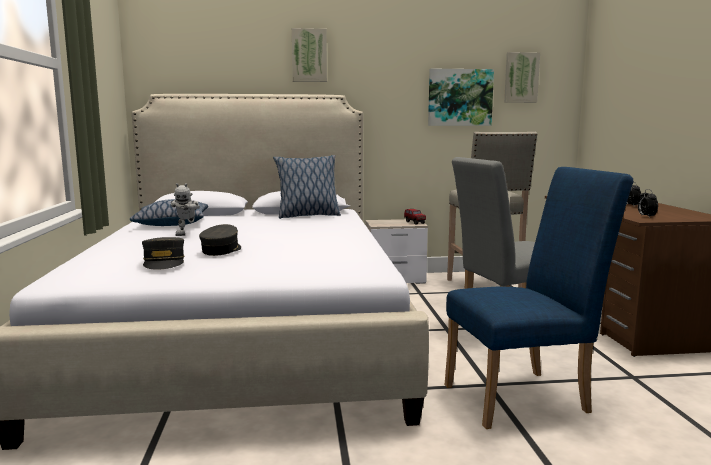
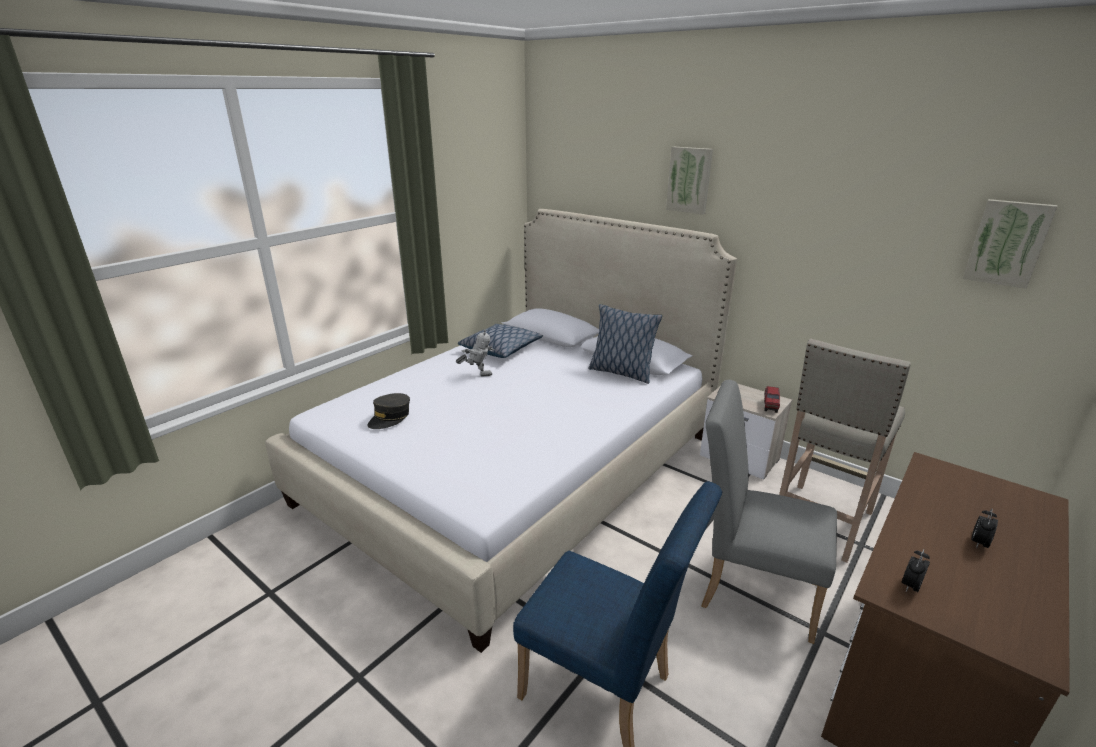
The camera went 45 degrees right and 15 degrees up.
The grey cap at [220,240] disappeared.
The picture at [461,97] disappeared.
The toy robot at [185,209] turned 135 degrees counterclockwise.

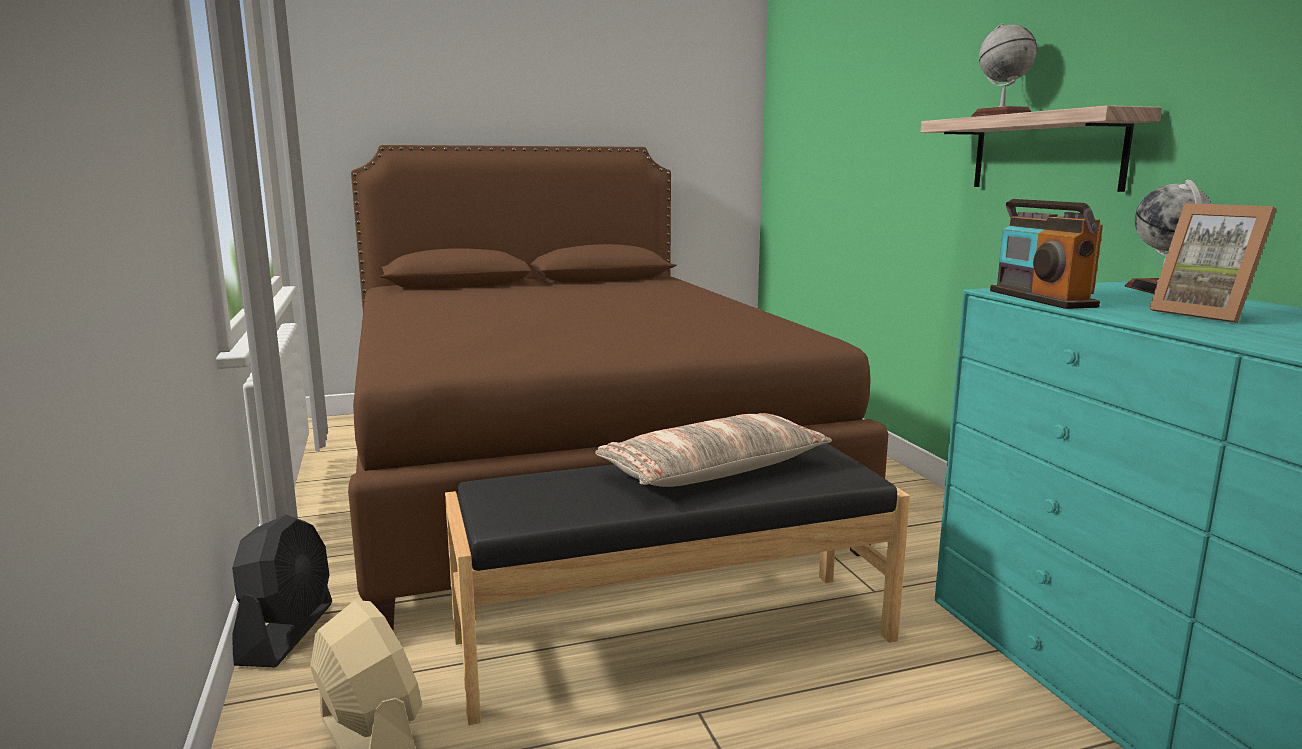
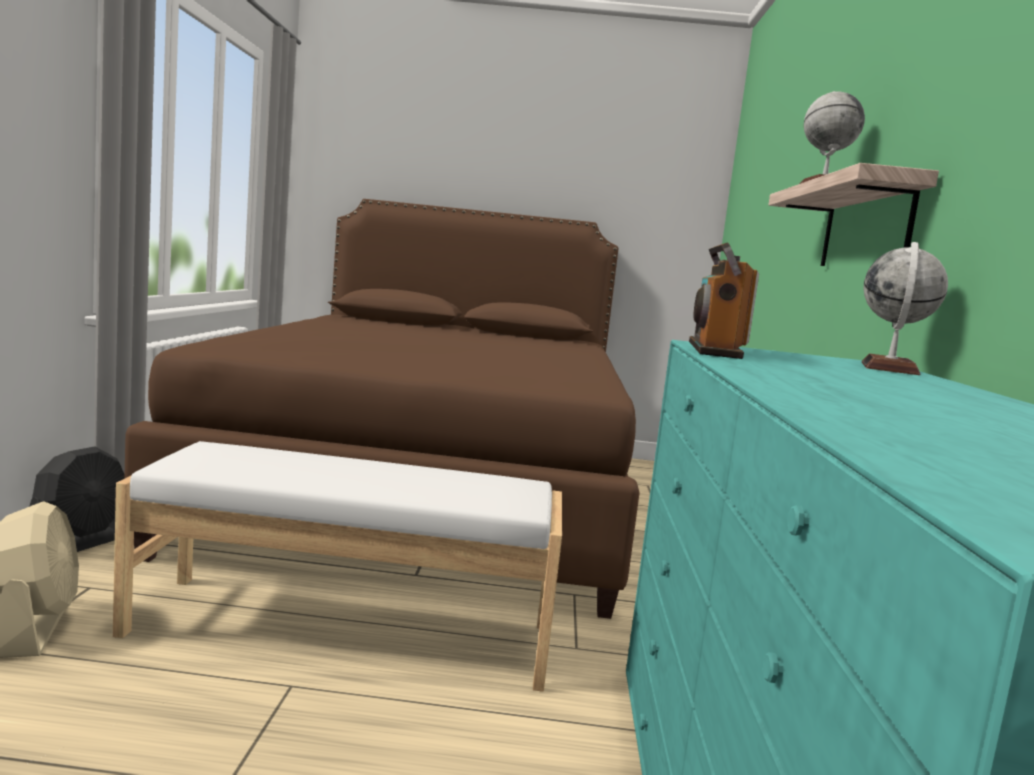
The camera went 20 degrees right and 5 degrees down.
The pillow at [713,450] disappeared.
The picture frame at [1213,263] disappeared.
The black bench at [677,584] became the white bench at [337,566].

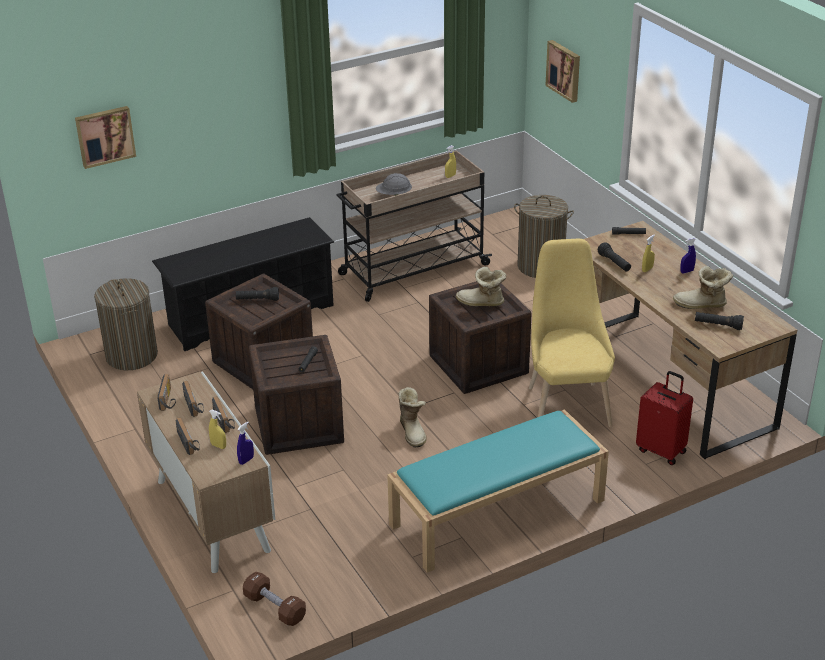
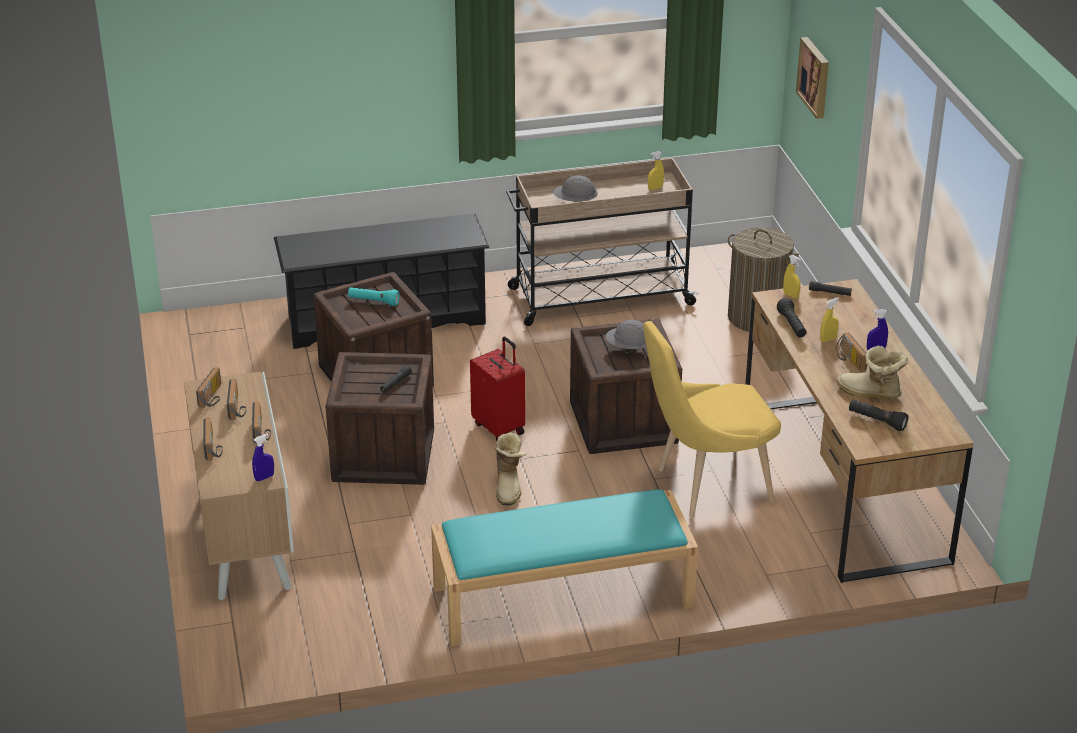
The camera went 15 degrees right and 0 degrees up.
The picture at [105,137] disappeared.
The laundry basket at [126,324] disappeared.
The brown dumbbell at [274,599] disappeared.
The radio at [851,352] appeared.
The yellow spray bottle moved from [217,429] to [792,276].
The red suitcase moved from [664,418] to [497,389].
The boot at [481,286] was replaced by the grey hard hat at [625,337].
The black flashlight at [257,294] became the turquoise flashlight at [374,296].
The yellow chair at [572,333] turned 120 degrees counterclockwise.

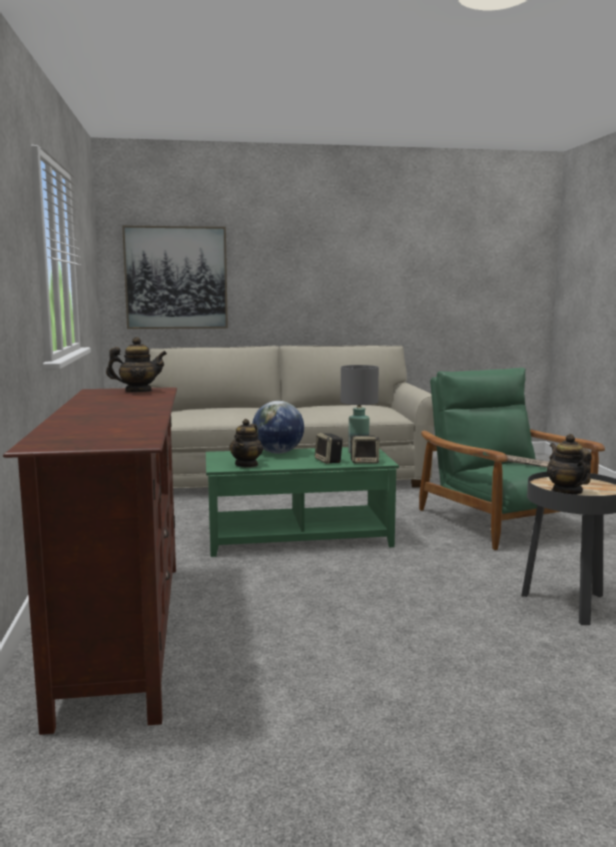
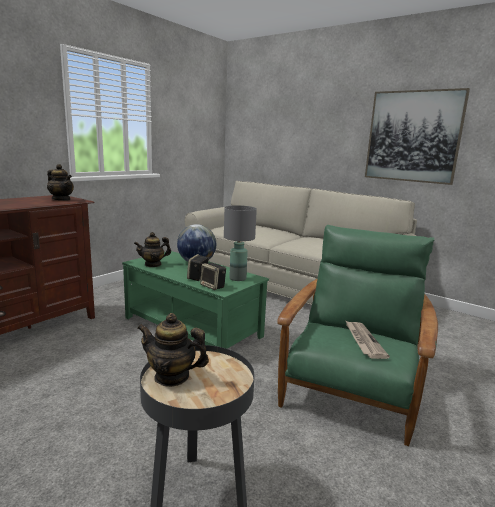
The camera went 45 degrees right and 5 degrees up.
The picture moved from [175,277] to [417,136].
The teapot at [569,464] turned 105 degrees counterclockwise.

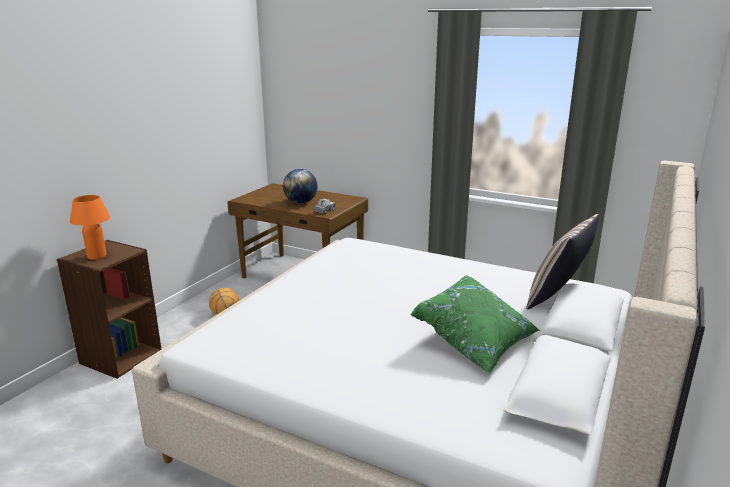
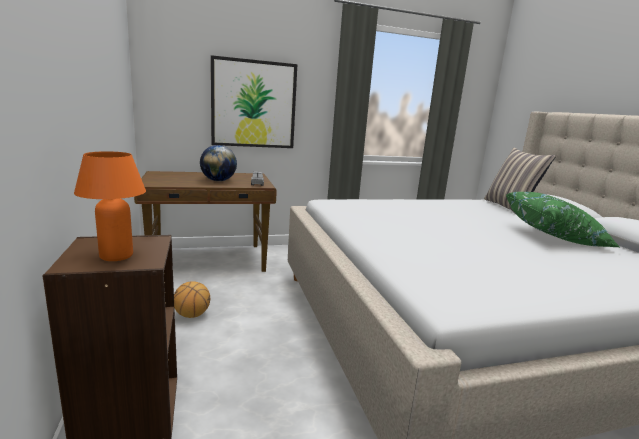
The camera went 45 degrees left and 5 degrees down.
The picture at [254,101] appeared.

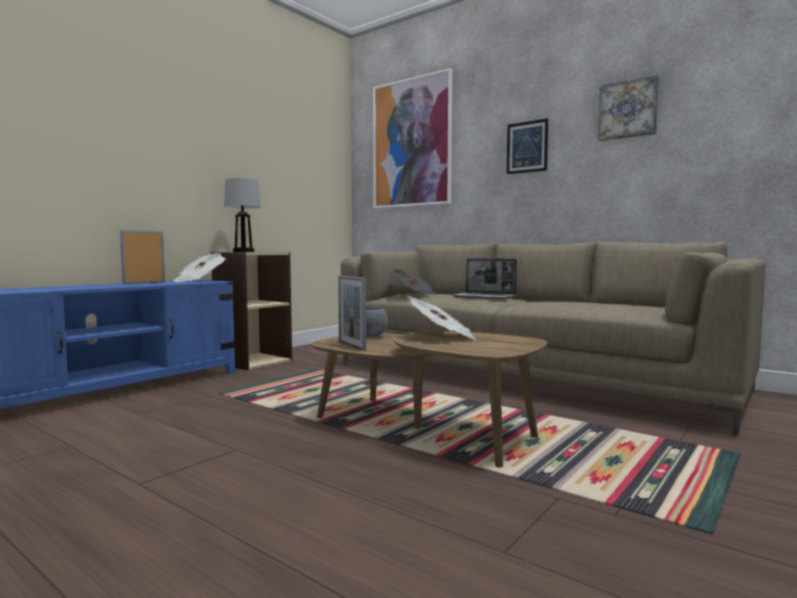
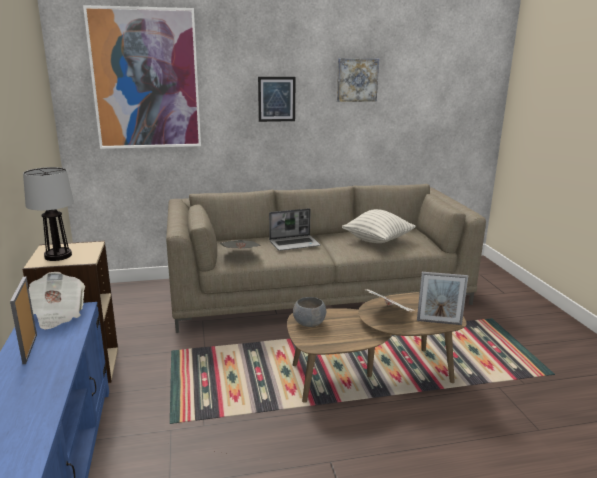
The camera went 50 degrees left and 15 degrees up.
The pillow at [379,226] appeared.
The picture frame moved from [352,313] to [443,298].

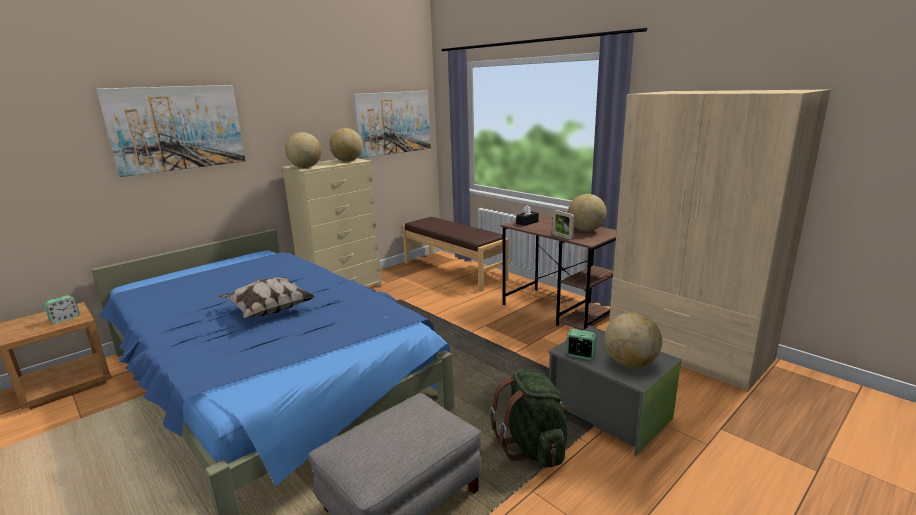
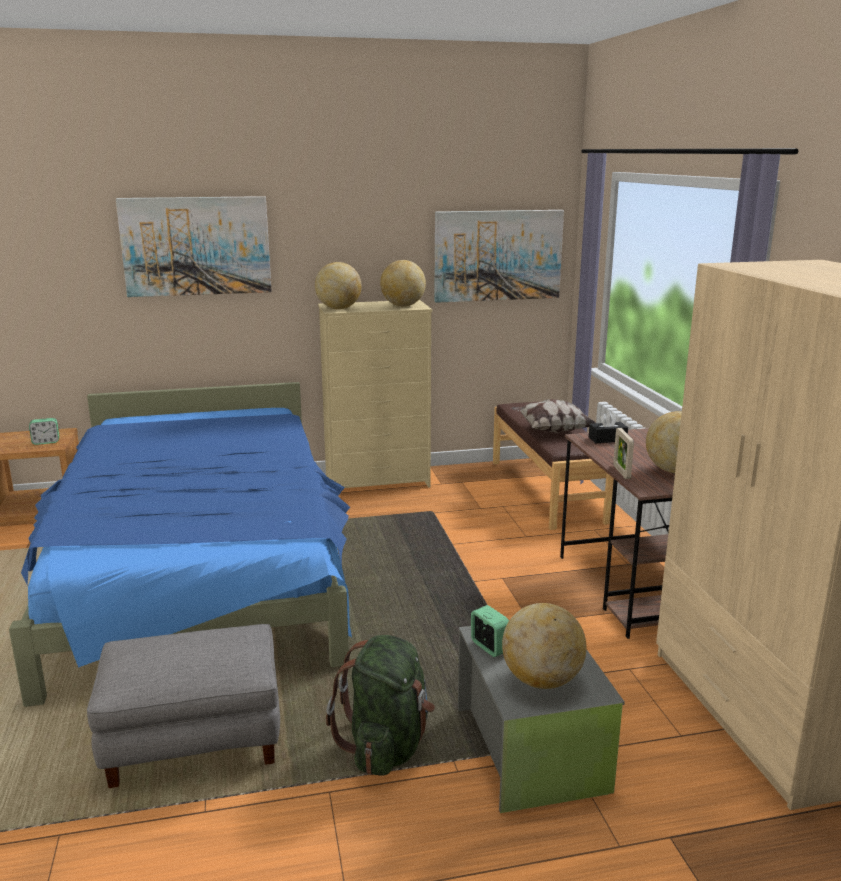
The camera went 30 degrees right and 0 degrees up.
The pillow moved from [267,297] to [553,416].

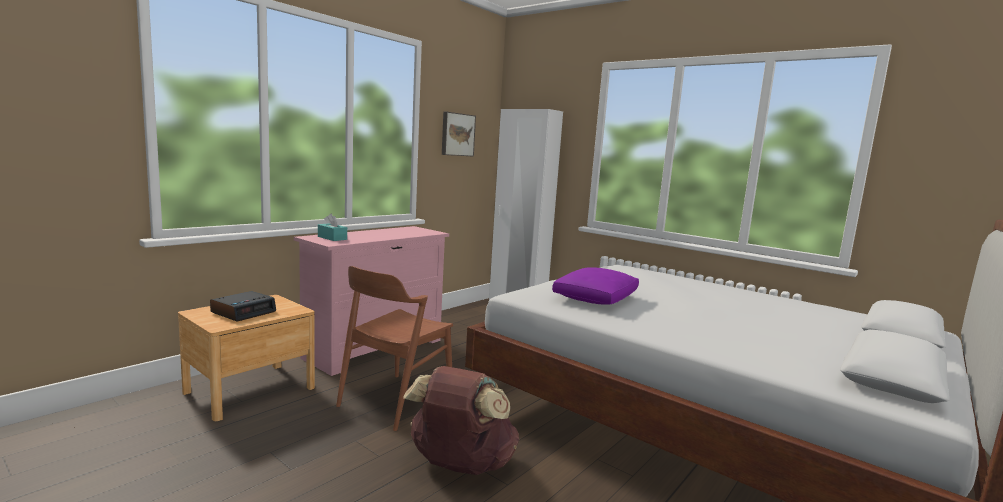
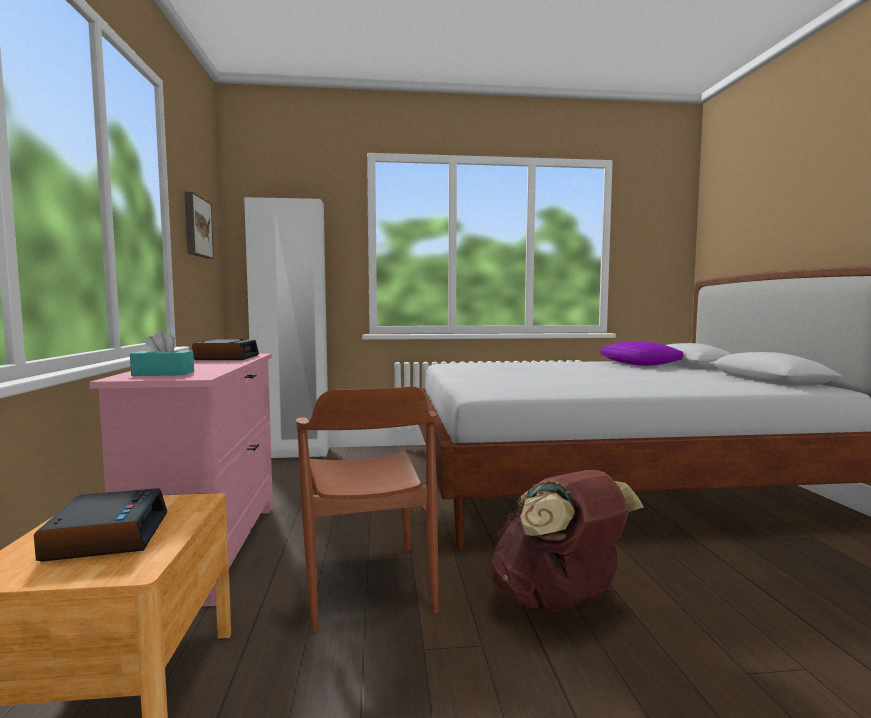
The camera went 45 degrees left and 5 degrees down.
The alarm clock at [225,349] appeared.
The purple pillow moved from [595,285] to [641,353].

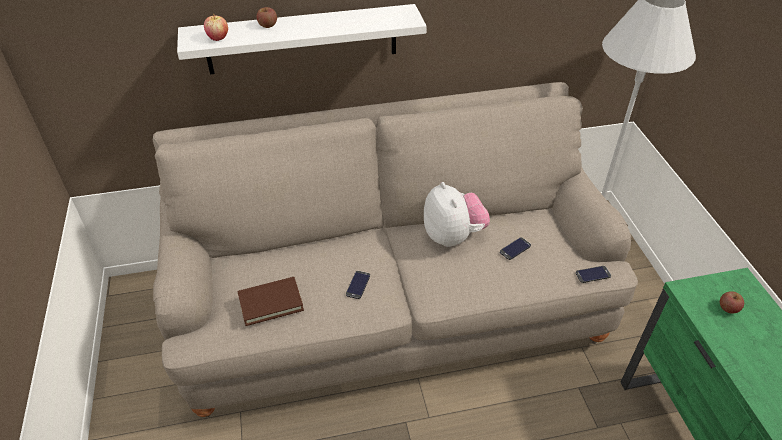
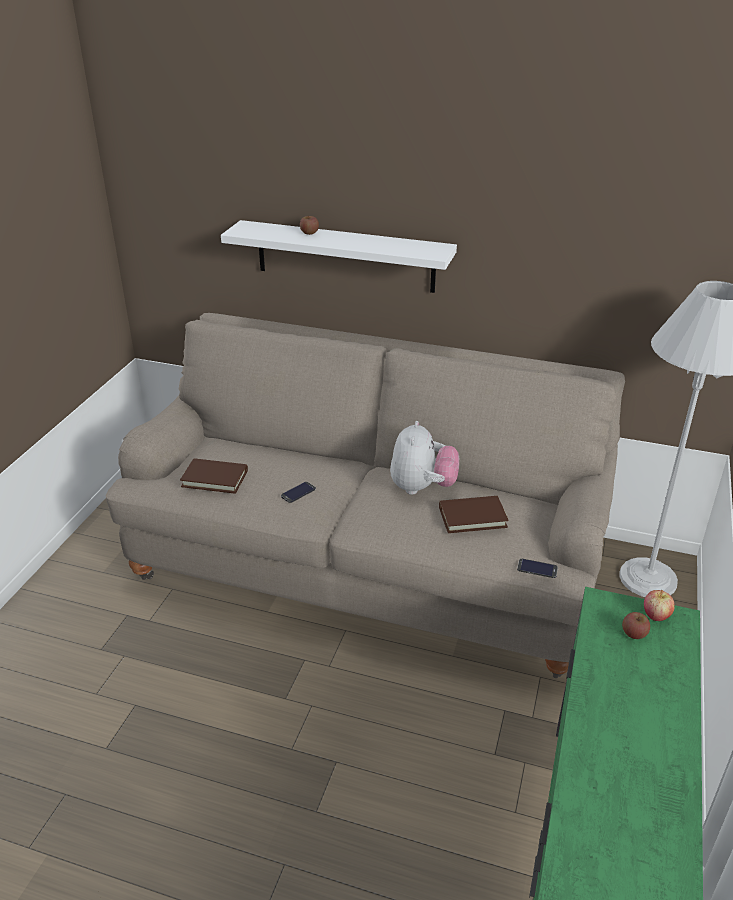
The camera went 30 degrees right and 10 degrees down.
The apple moved from [216,27] to [659,605].
The phone at [515,248] was replaced by the brown book at [474,514].

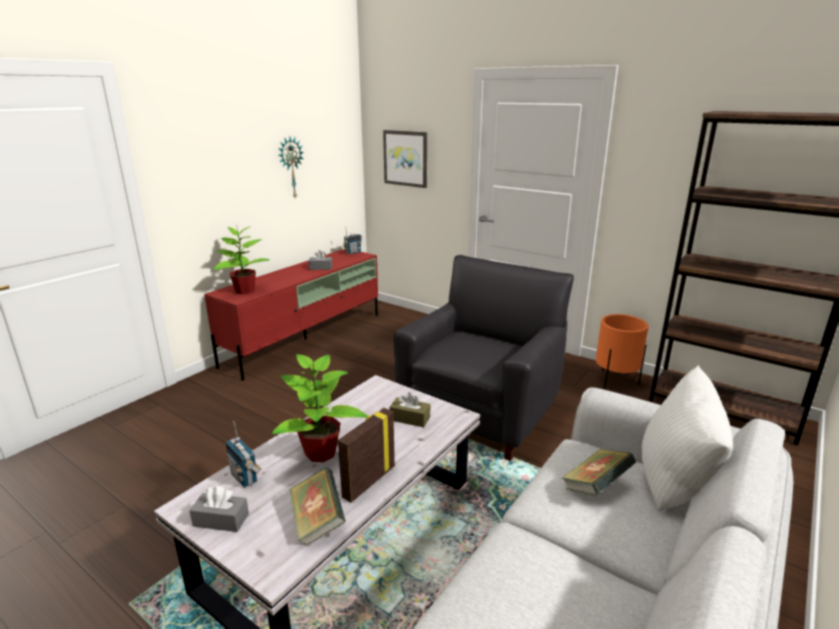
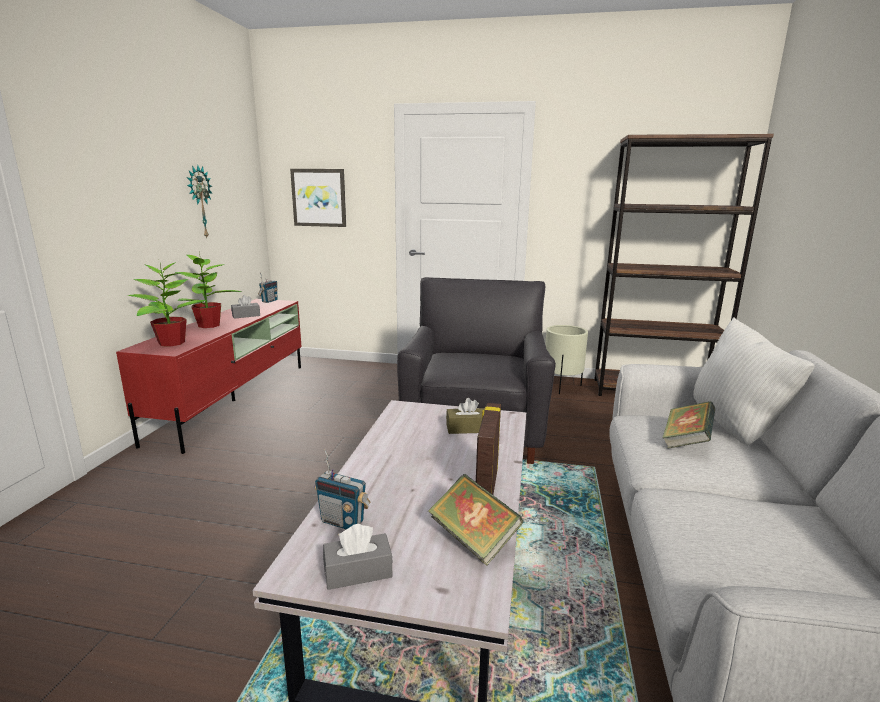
The camera went 25 degrees left and 5 degrees down.
The potted plant moved from [319,408] to [208,290].
The orange planter at [622,352] became the beige planter at [566,359].

